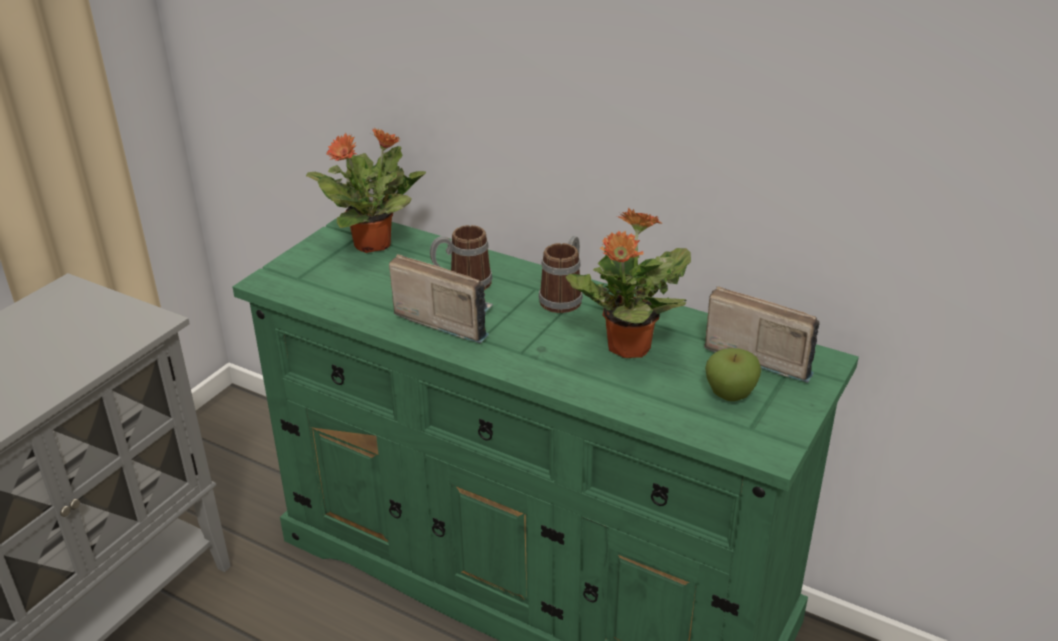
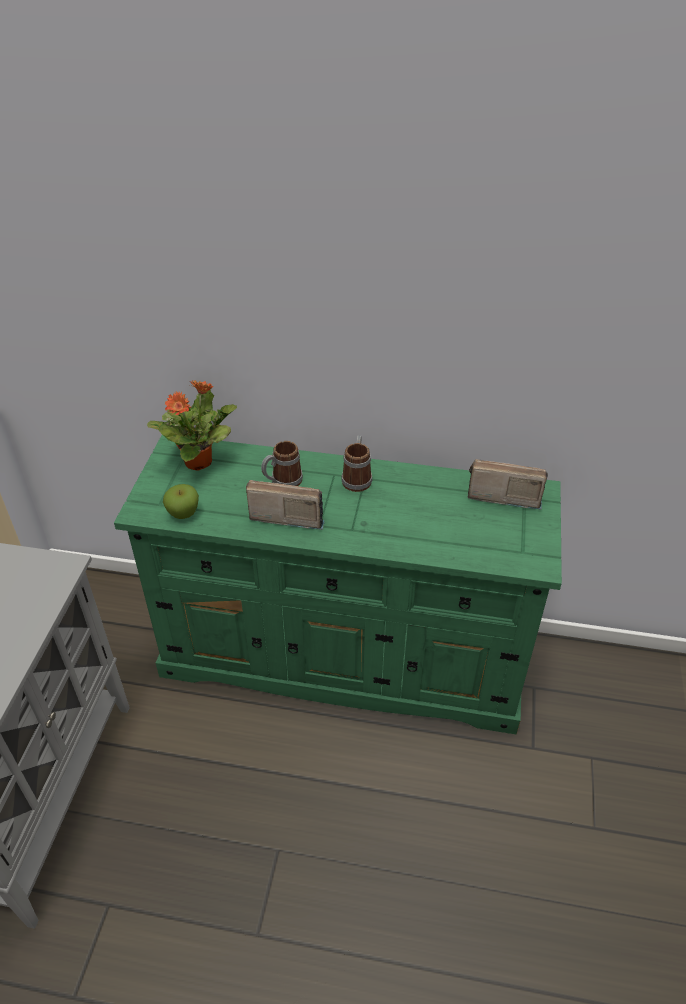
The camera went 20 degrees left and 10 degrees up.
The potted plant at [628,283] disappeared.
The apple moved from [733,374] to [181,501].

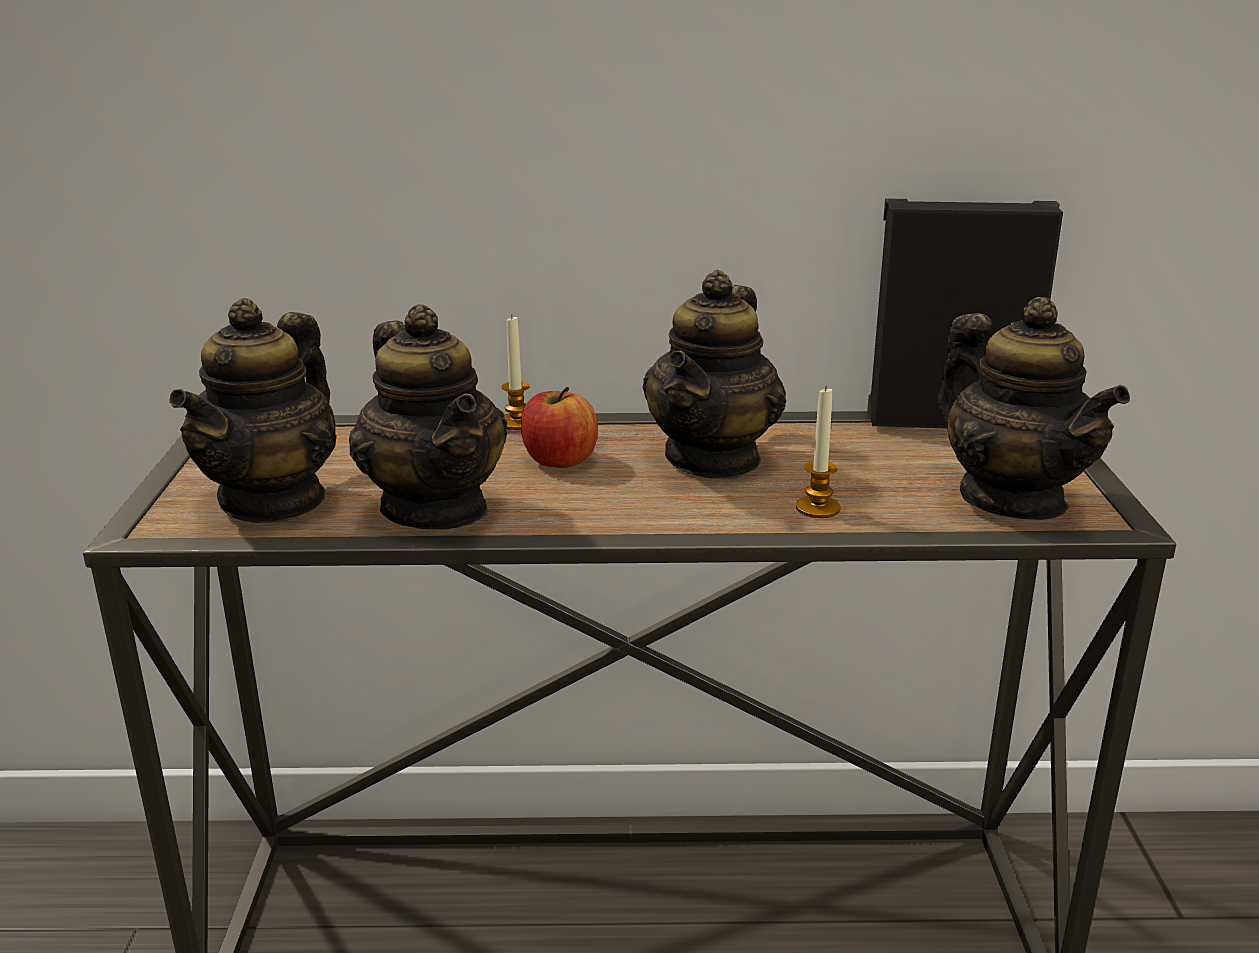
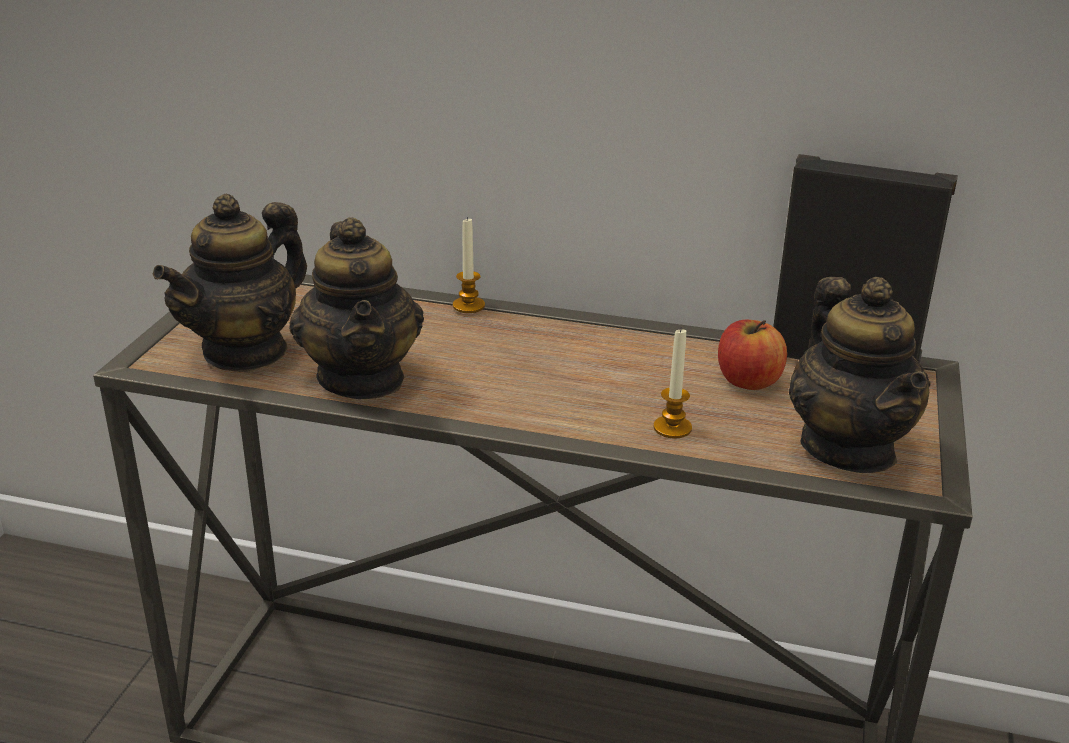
The camera went 15 degrees right and 5 degrees up.
The teapot at [714,374] disappeared.
The apple moved from [559,427] to [752,355].

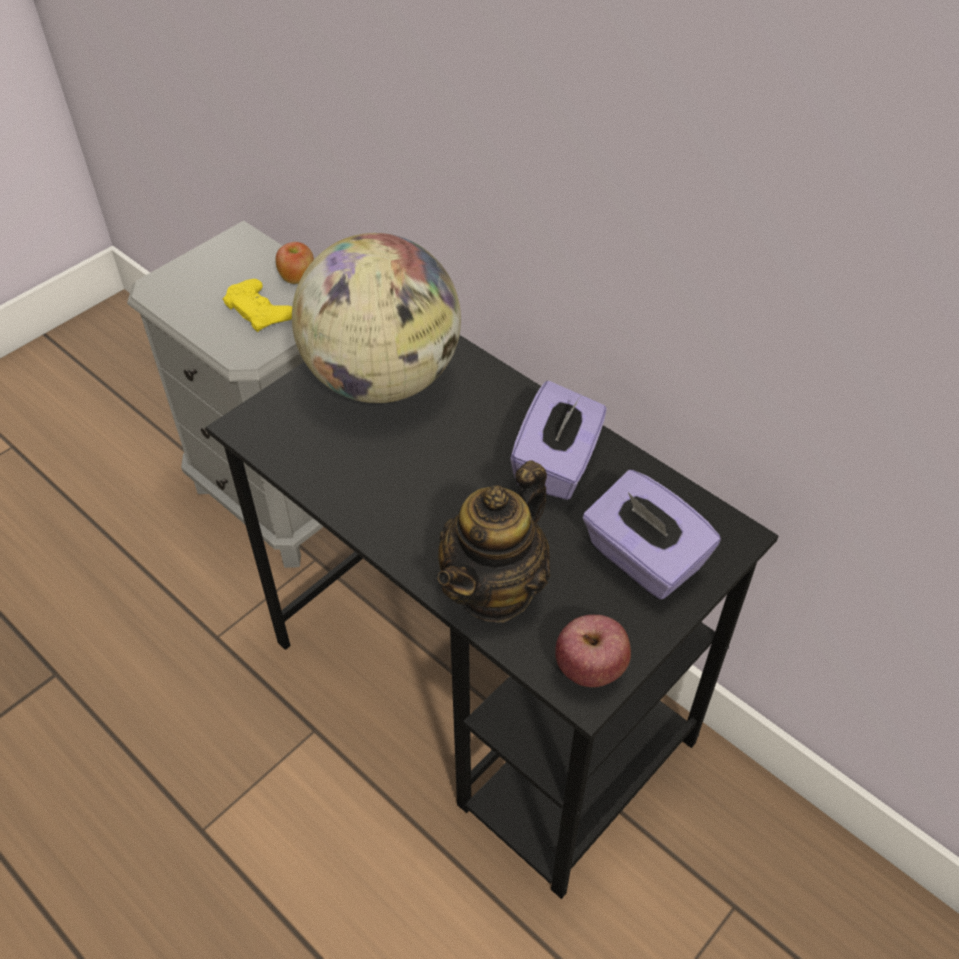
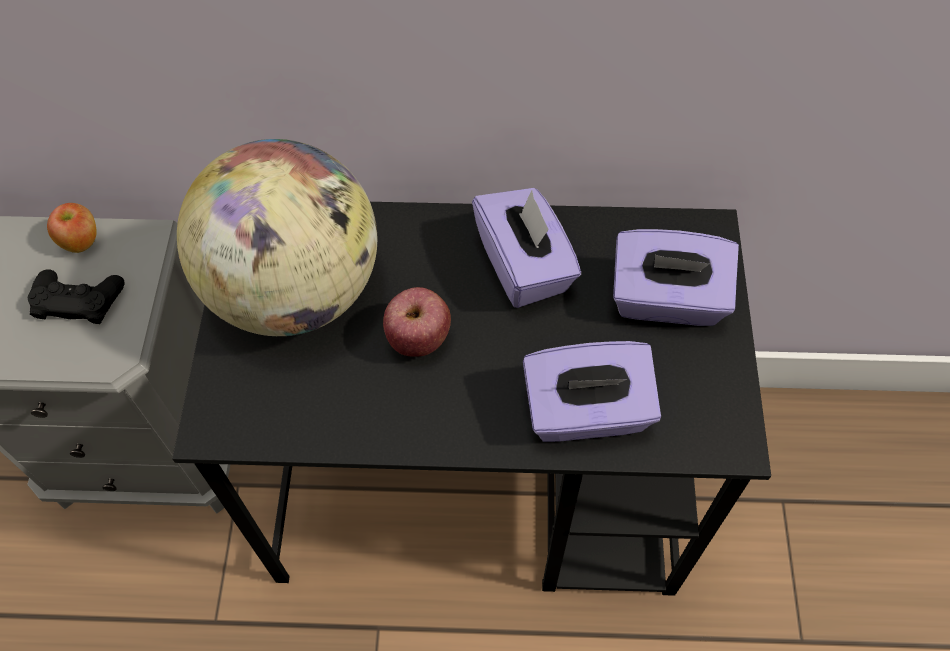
The camera went 40 degrees left and 10 degrees up.
The apple moved from [593,651] to [417,322].
The teapot at [493,542] was replaced by the purple tissue box at [592,391].
The yellow game controller at [257,305] became the black game controller at [76,297].

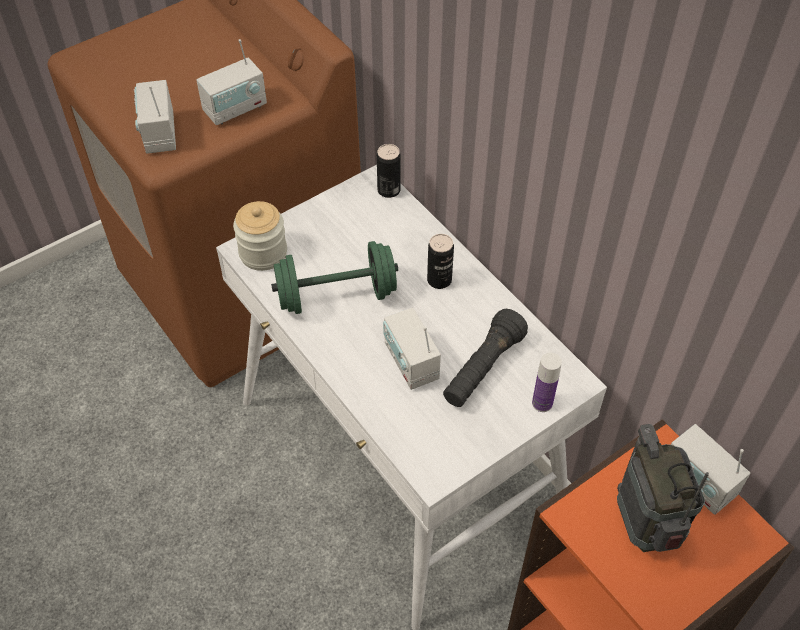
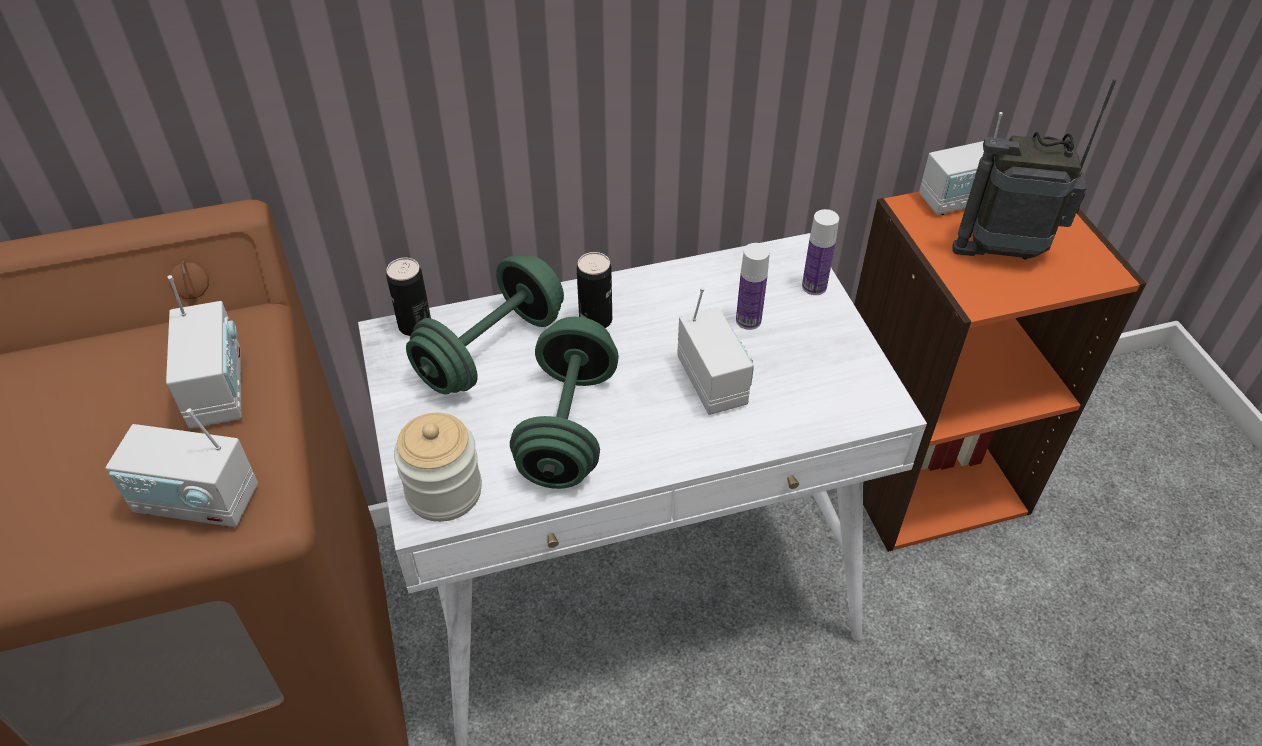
The camera went 70 degrees left and 5 degrees down.
The green dumbbell at [485,324] appeared.
The black flashlight at [485,358] was replaced by the bottle at [753,286].
The radio at [412,348] turned 105 degrees counterclockwise.

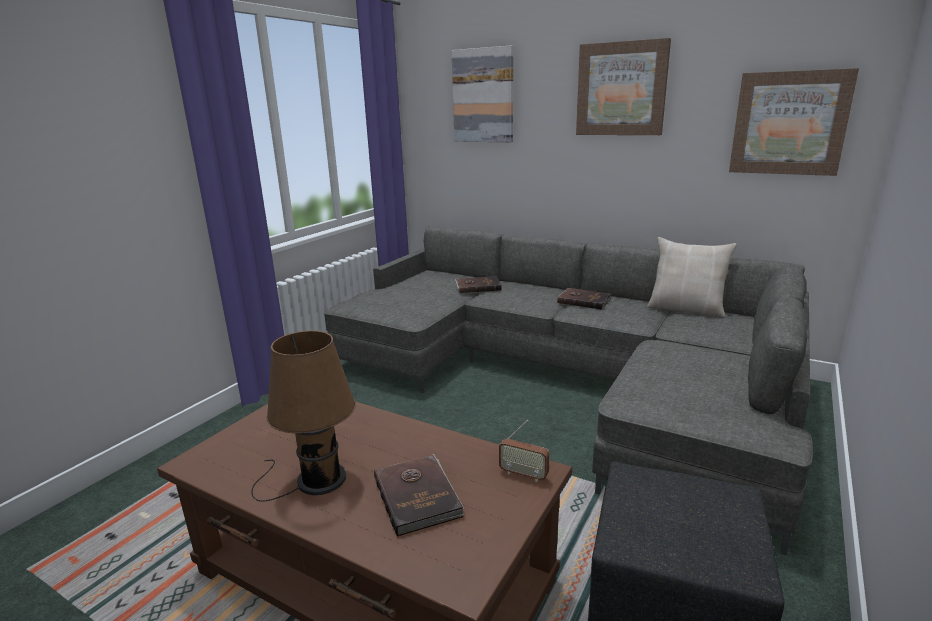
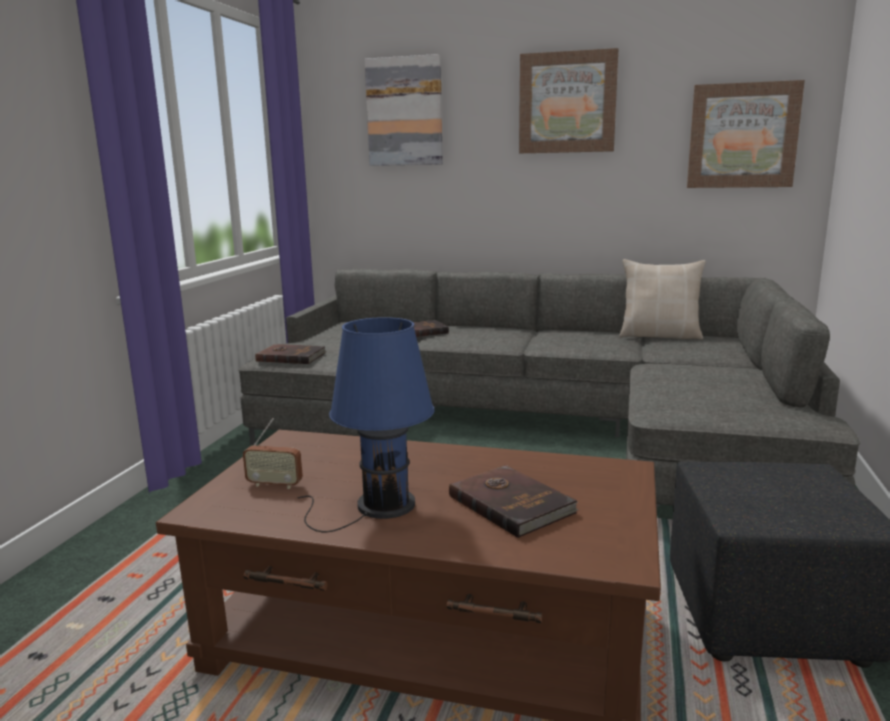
The camera went 15 degrees left and 5 degrees down.
The radio moved from [524,451] to [273,453].
The brown book moved from [584,299] to [290,354].
The brown table lamp at [303,416] became the blue table lamp at [366,424].

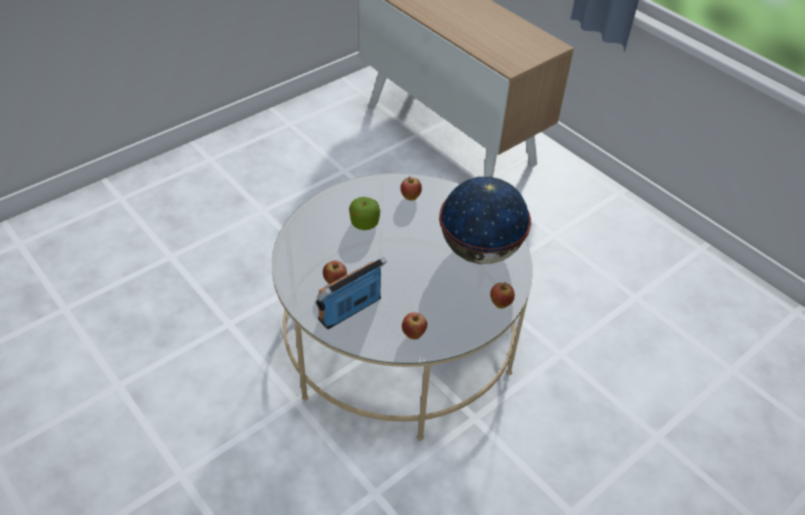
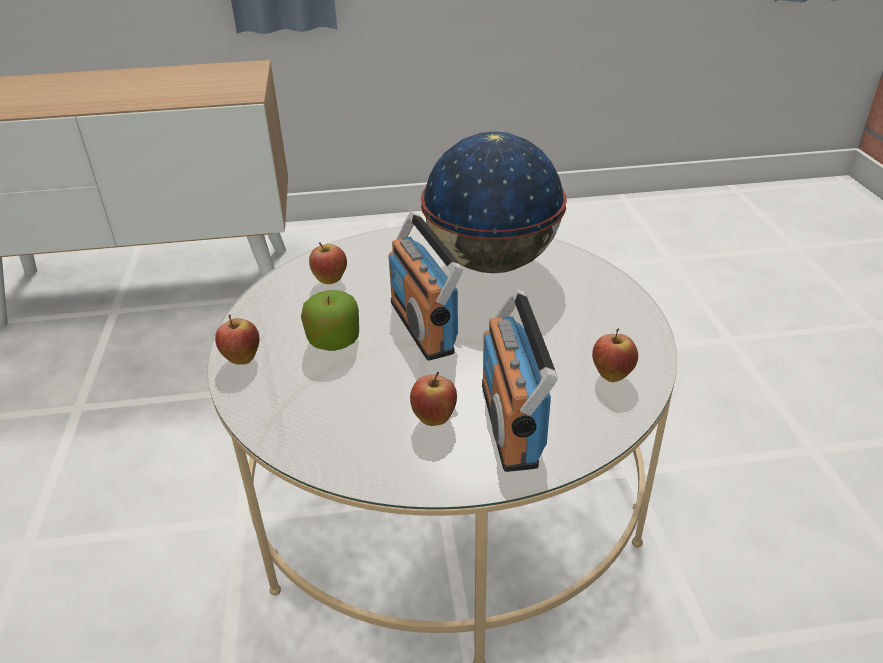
The camera went 55 degrees left and 10 degrees down.
The radio at [425,286] appeared.
The apple moved from [502,295] to [237,340].

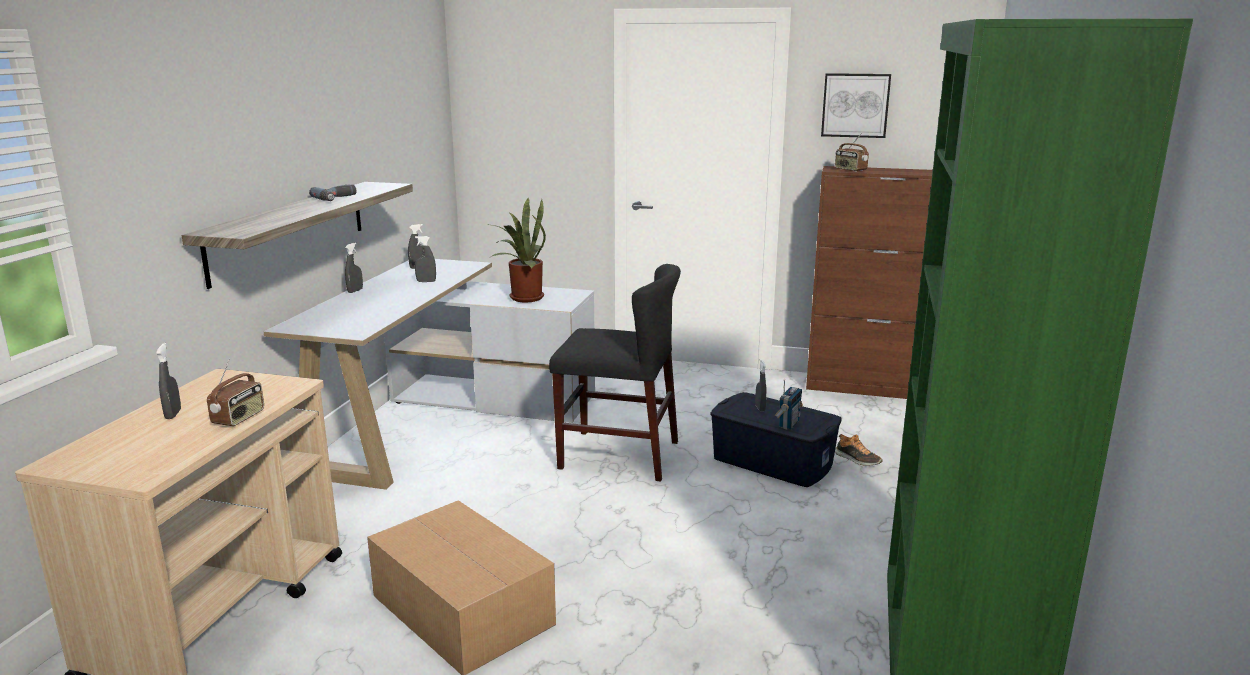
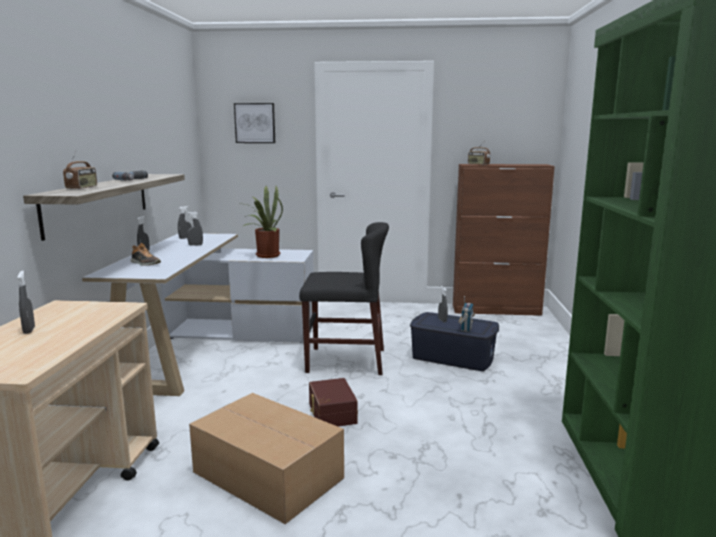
The camera went 10 degrees left and 5 degrees down.
The brown storage box at [333,402] appeared.
The radio moved from [235,392] to [80,170].
The picture moved from [856,105] to [254,123].
The shoe moved from [859,450] to [146,254].

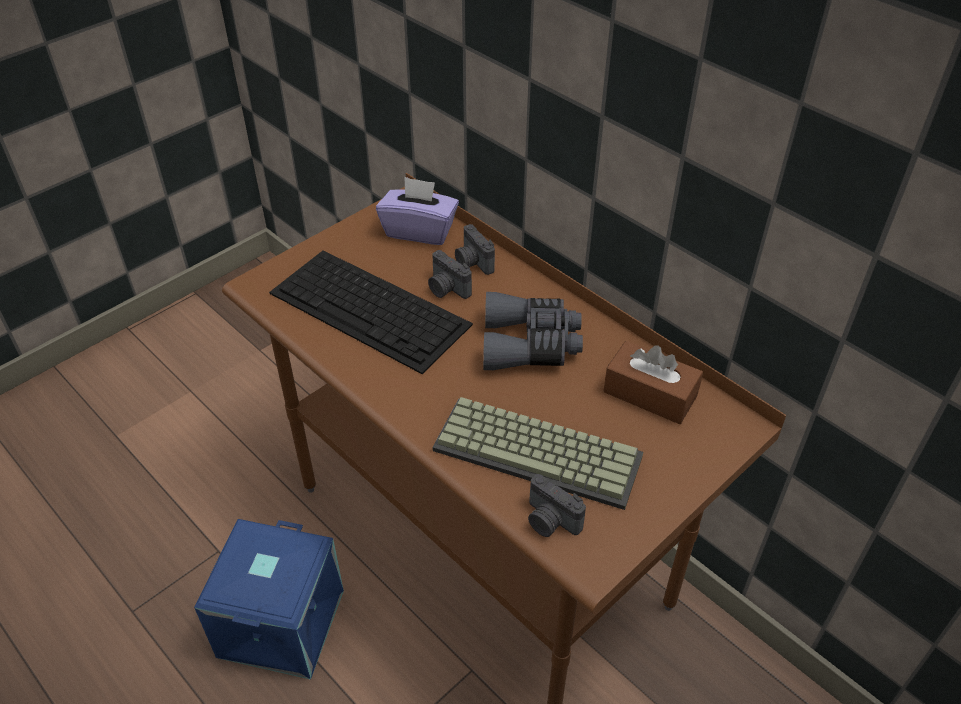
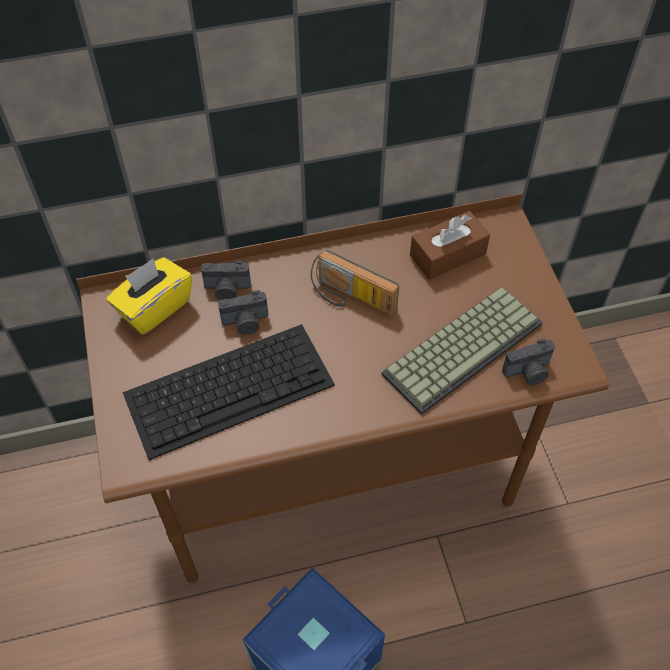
The camera went 60 degrees left and 10 degrees up.
The grey binoculars at [533,331] was replaced by the radio at [355,282].
The purple tissue box at [417,211] became the yellow tissue box at [149,295].

